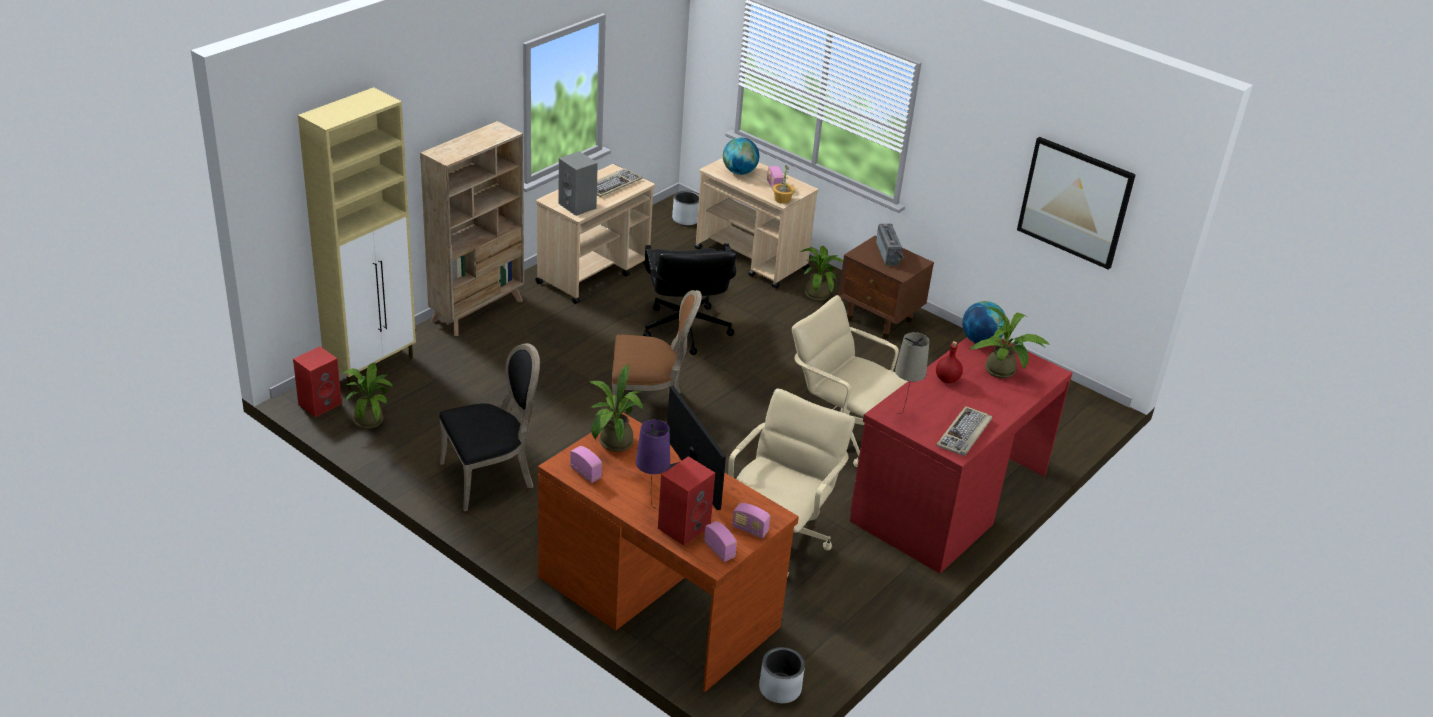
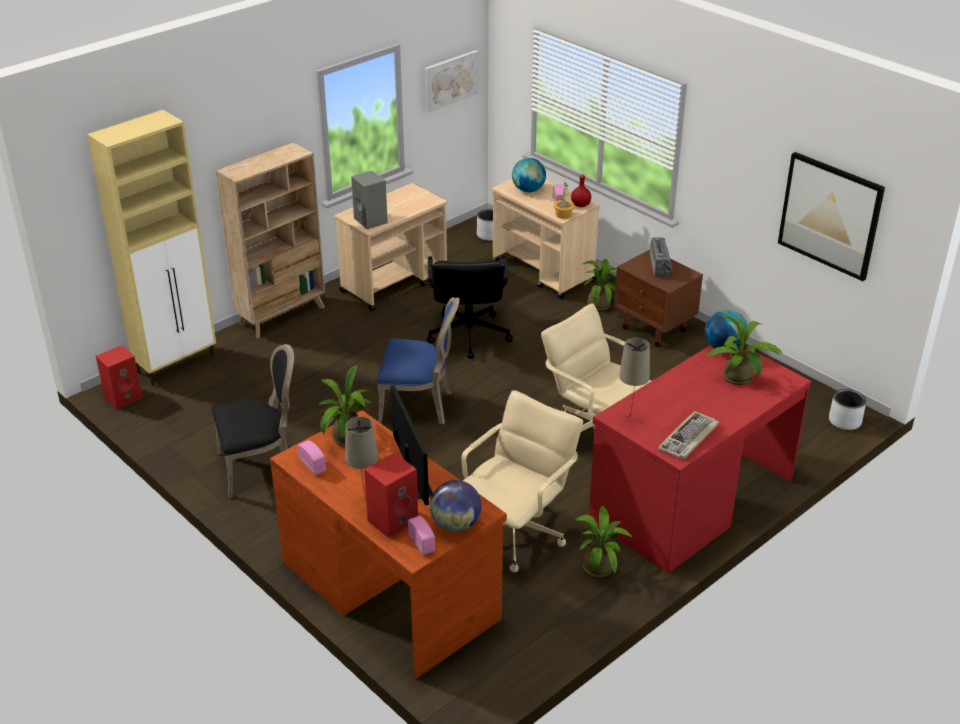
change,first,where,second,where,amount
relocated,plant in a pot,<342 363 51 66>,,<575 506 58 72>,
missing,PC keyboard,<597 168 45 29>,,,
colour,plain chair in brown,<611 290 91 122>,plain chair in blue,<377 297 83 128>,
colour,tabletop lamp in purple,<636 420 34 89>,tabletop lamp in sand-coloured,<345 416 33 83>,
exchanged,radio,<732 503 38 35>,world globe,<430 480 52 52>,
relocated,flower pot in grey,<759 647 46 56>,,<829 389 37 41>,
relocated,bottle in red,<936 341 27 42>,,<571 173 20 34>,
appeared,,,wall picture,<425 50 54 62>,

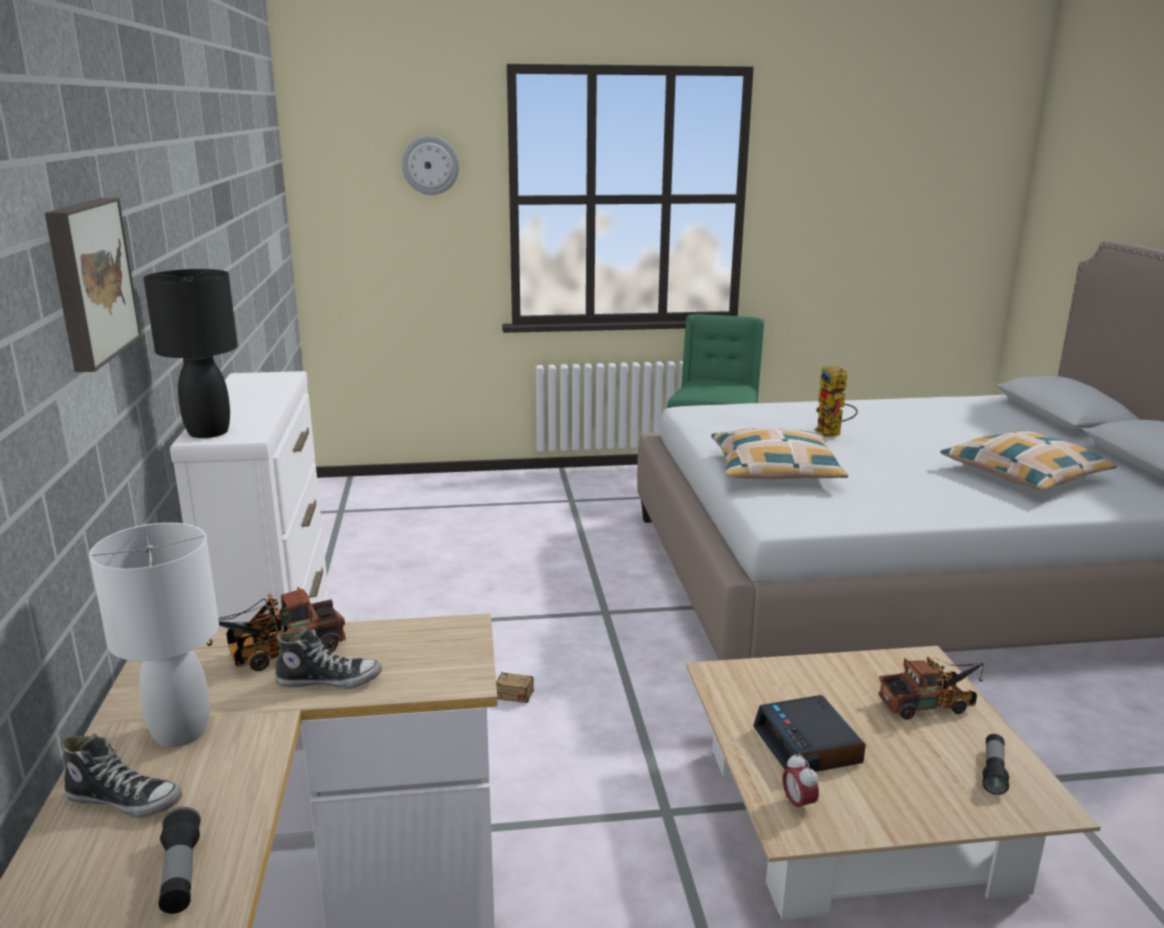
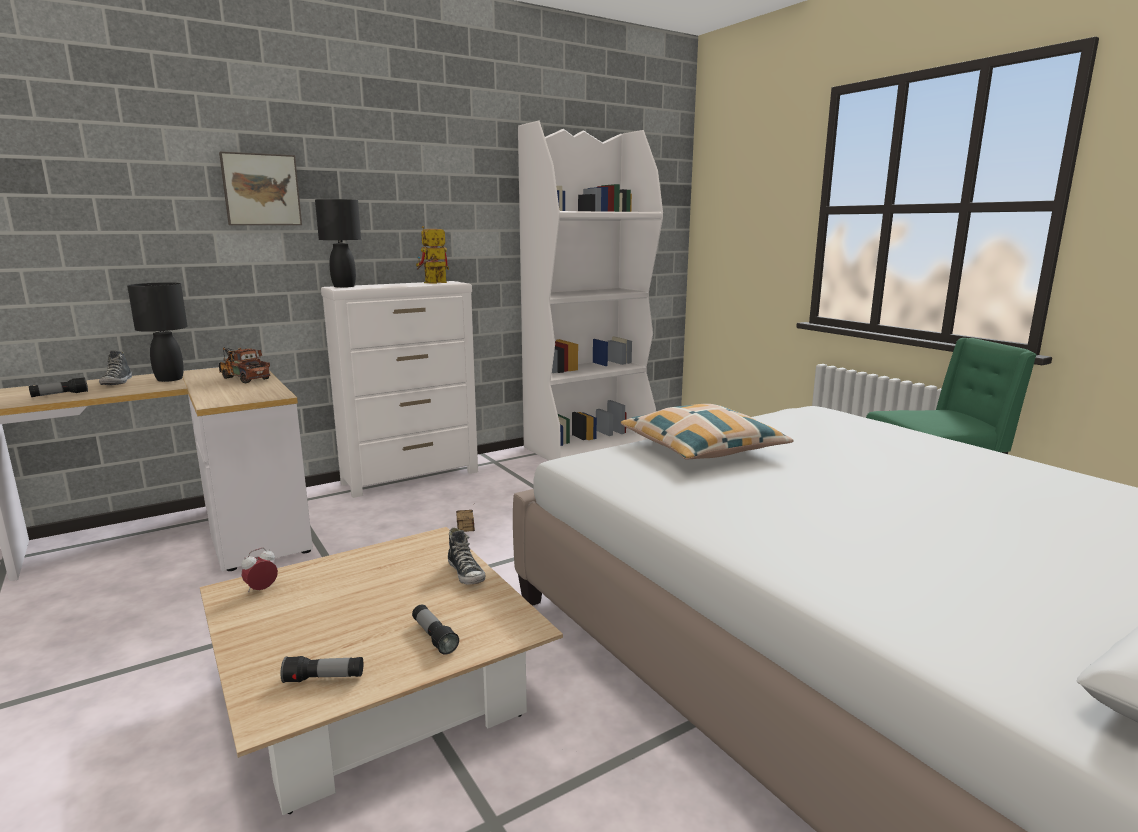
change,first,where,second,where,amount
colour,tabletop lamp in white-coloured,<89 523 130 224>,tabletop lamp in black-coloured,<127 282 61 100>,
relocated,item of footwear,<275 626 107 63>,,<448 528 37 56>,
missing,clock on the wall,<402 136 57 59>,,,
missing,alarm clock,<753 695 113 77>,,,
relocated,toy robot,<814 366 44 71>,,<416 226 33 58>,
exchanged,toy lorry,<879 657 105 63>,flashlight,<412 605 47 50>,
missing,cushion,<940 430 177 60>,,,
appeared,,,shelving unit in white-coloured,<518 121 145 340>,

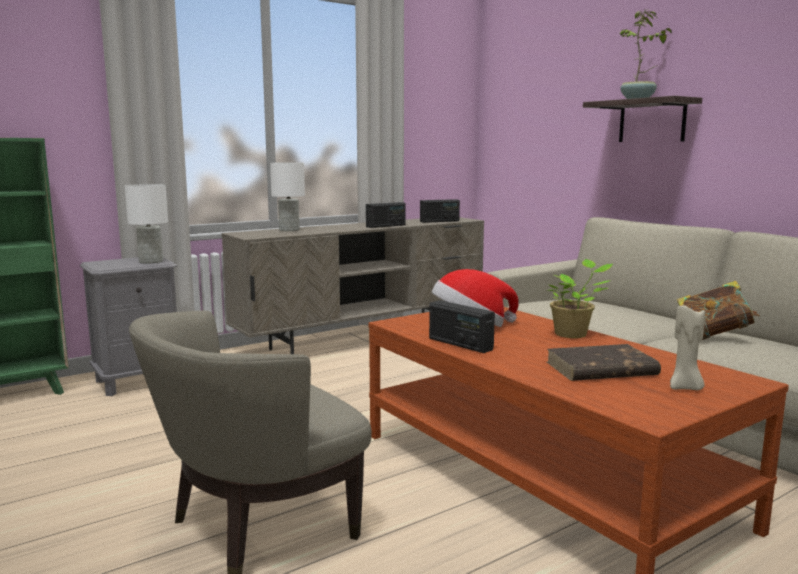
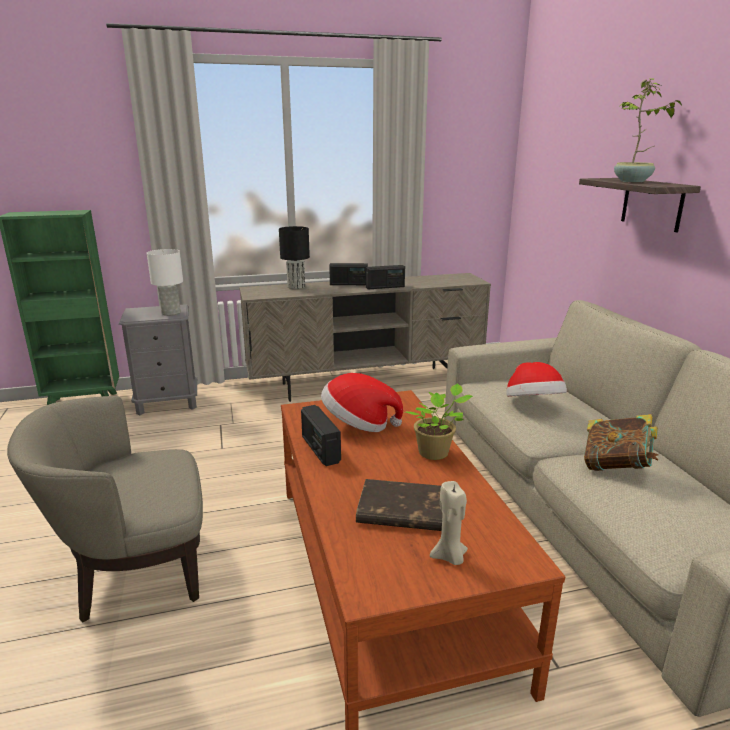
change,first,where,second,where,amount
colour,tabletop lamp in white-coloured,<270 162 35 69>,tabletop lamp in black-coloured,<279 226 31 63>,
relocated,radio,<420 199 40 24>,,<329 263 39 22>,
appeared,,,wearable hat,<506 362 61 35>,

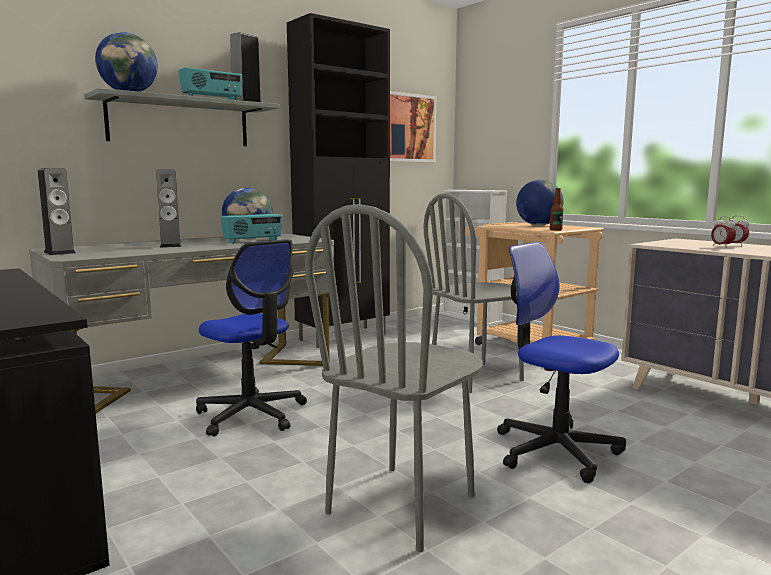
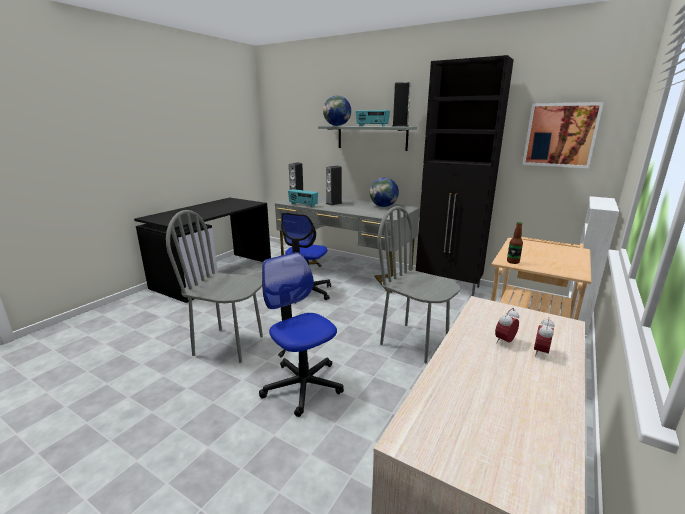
change,first,where,second,where,amount
relocated,radio,<220 214 63 30>,,<288 189 30 18>,
spun,office chair,<497 242 129 241>,,<259 252 85 165>,60 degrees counterclockwise
missing,world globe,<516 179 47 47>,,,

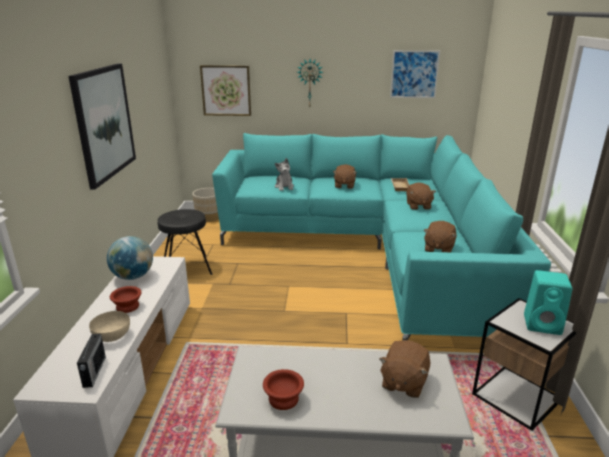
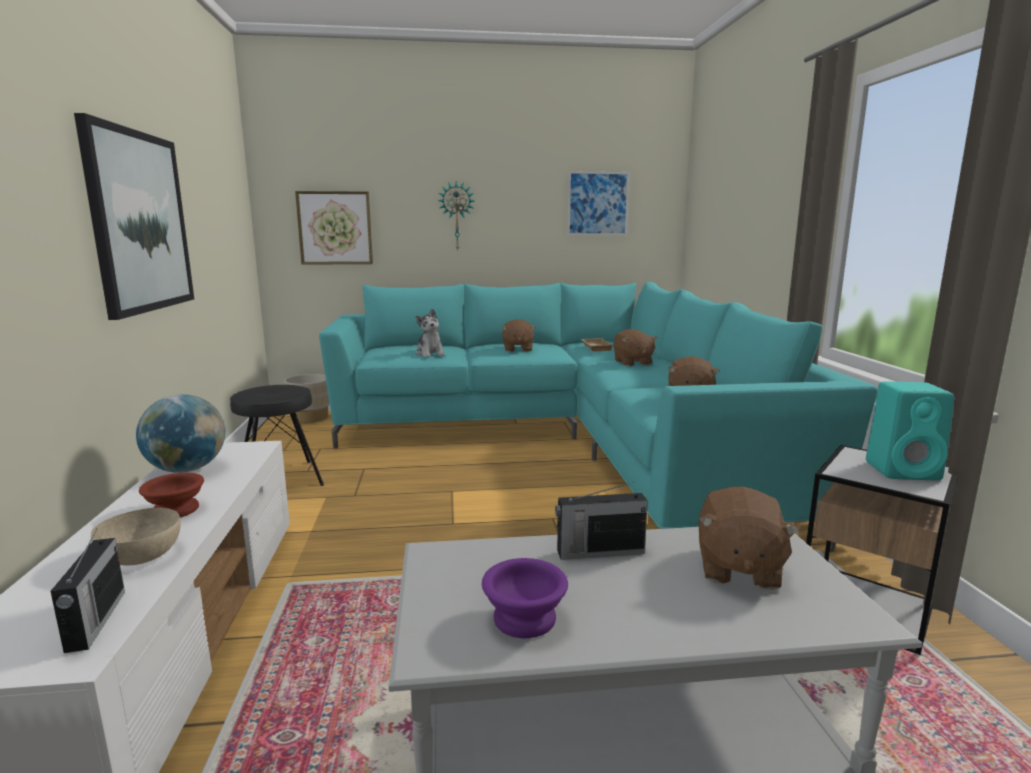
change,first,where,second,where,amount
colour,deep dish in brown,<263 369 41 41>,deep dish in purple,<482 558 86 80>,
appeared,,,radio,<555 482 93 78>,

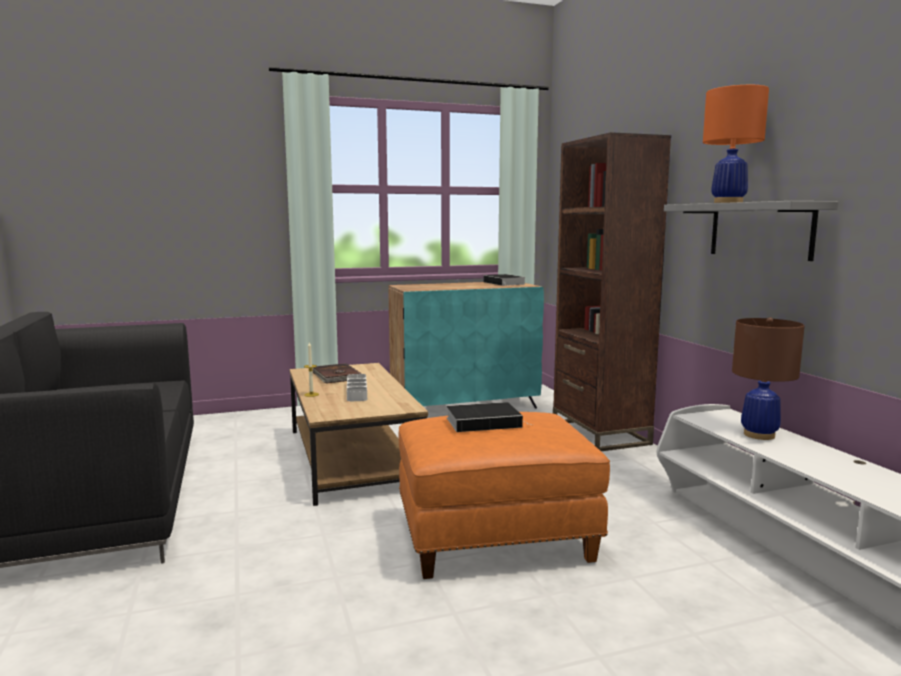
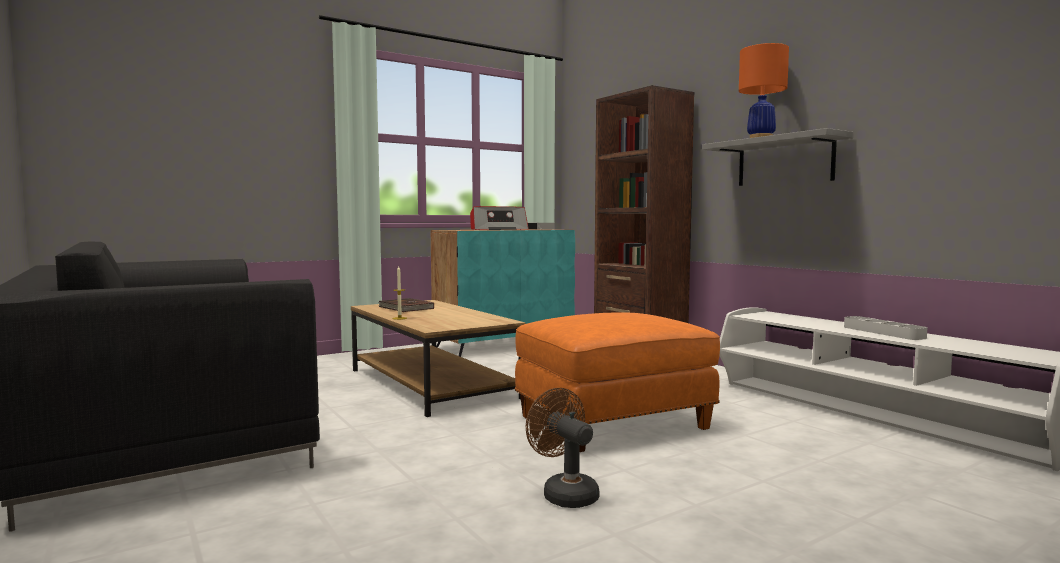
change,first,where,second,where,amount
relocated,tray in grey,<347 374 20 27>,,<844 316 83 24>,
missing,volume,<447 402 86 30>,,,
missing,tabletop lamp in brown,<732 317 73 123>,,,
appeared,,,radio,<470 206 59 24>,
appeared,,,electric fan in brown,<526 388 73 120>,

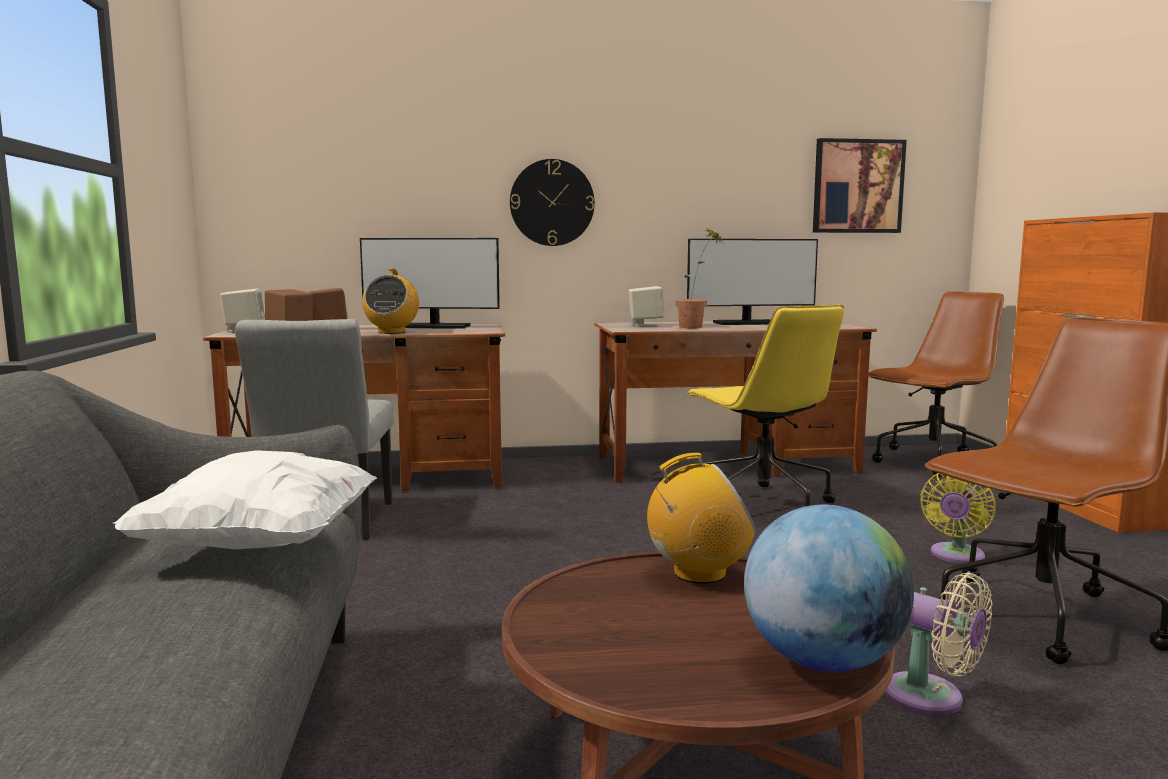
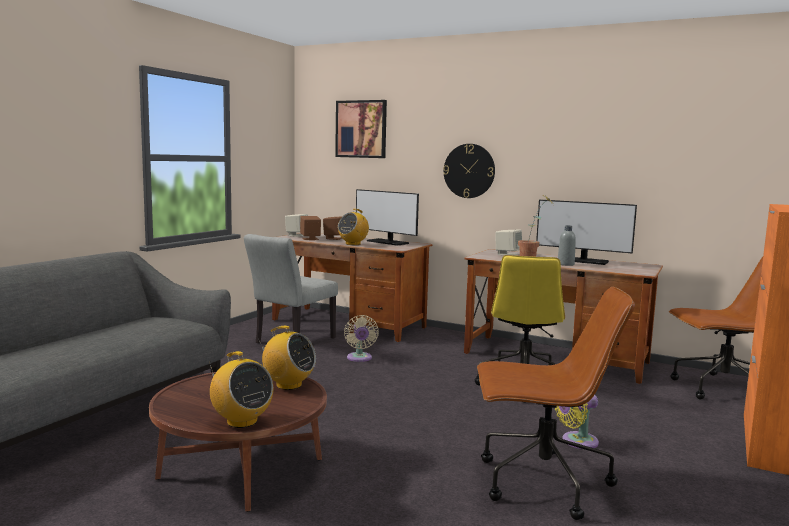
change,first,where,second,where,amount
missing,cushion in white-coloured,<113 450 264 99>,,,
exchanged,world globe,<744 504 170 168>,radio,<209 351 64 77>,
relocated,wall picture,<813 138 94 95>,,<335 100 52 58>,
relocated,electric fan in sand-coloured,<885 572 107 143>,,<344 315 35 47>,
appeared,,,bottle in grey,<558 225 18 41>,

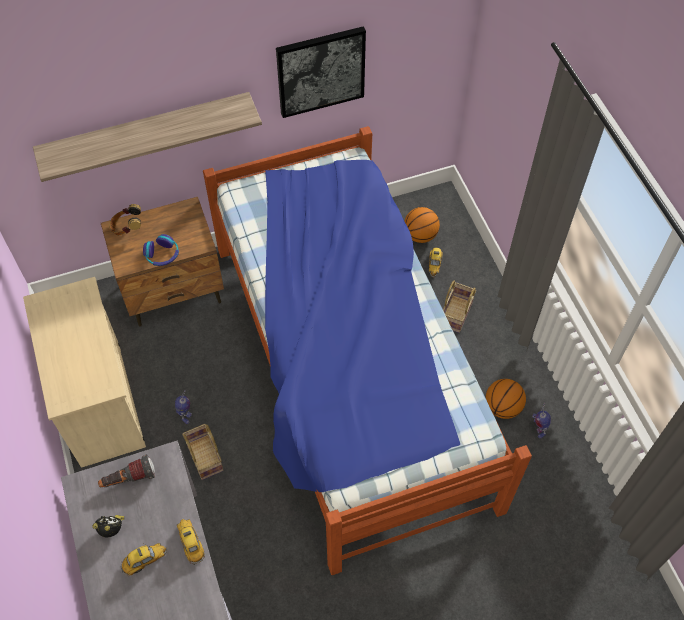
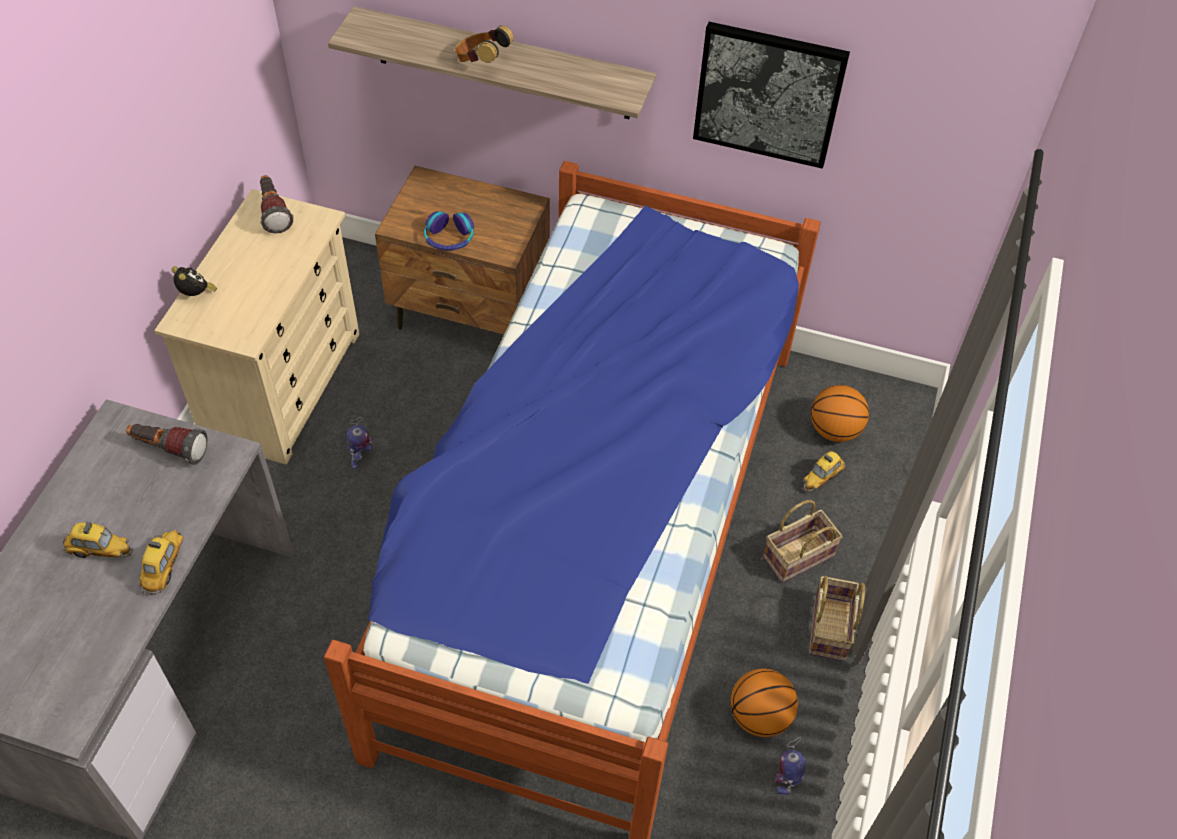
change,first,where,second,where,amount
relocated,alarm clock,<92 515 32 23>,,<171 266 46 30>,
relocated,headphones,<109 204 32 31>,,<455 25 59 38>,
relocated,basket,<182 424 42 56>,,<809 576 56 85>,
appeared,,,flashlight,<260 175 34 59>,

